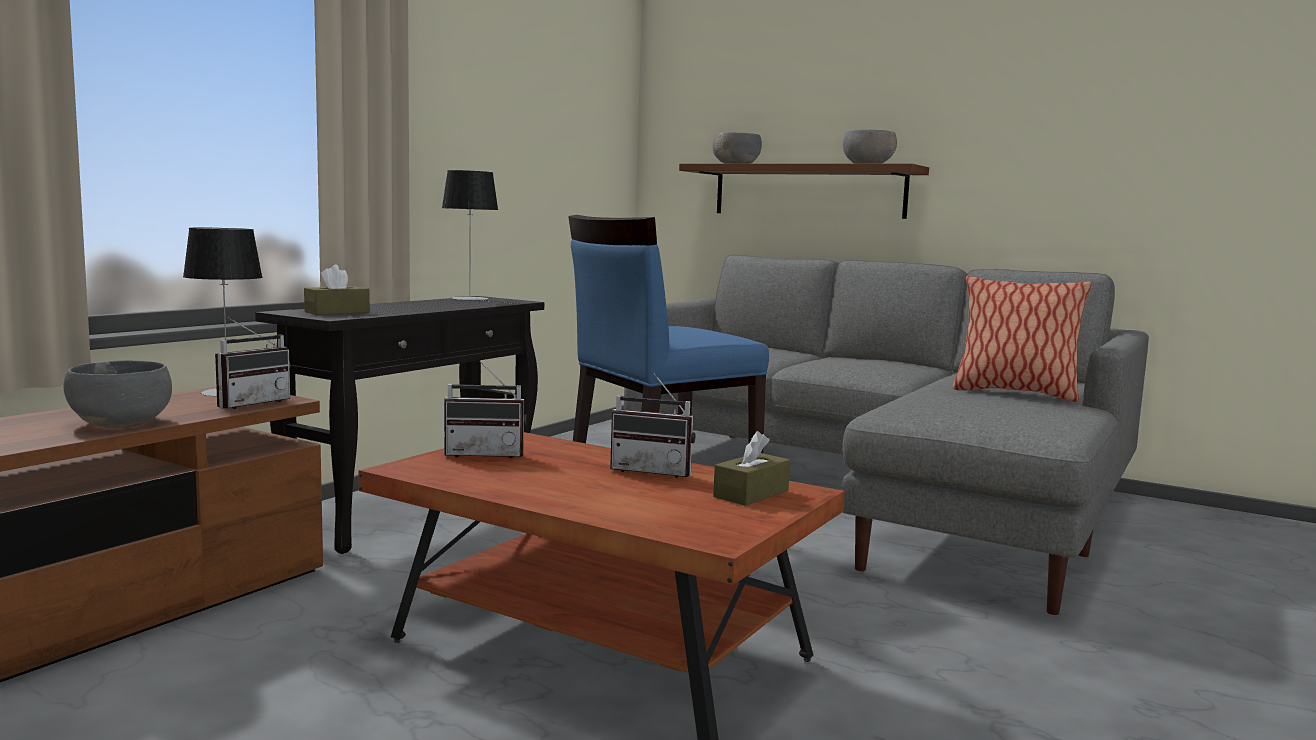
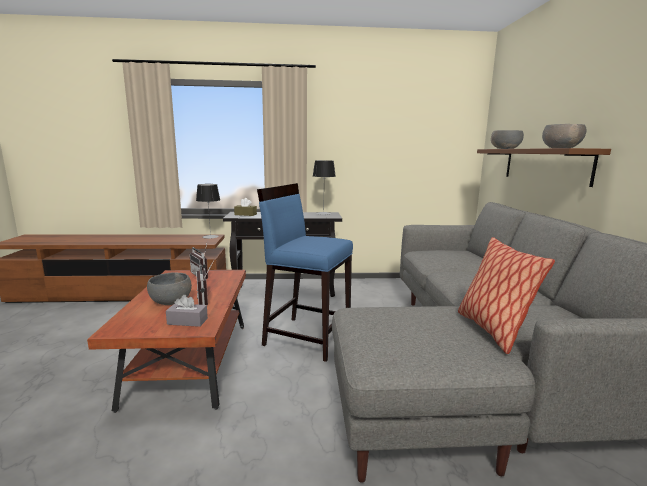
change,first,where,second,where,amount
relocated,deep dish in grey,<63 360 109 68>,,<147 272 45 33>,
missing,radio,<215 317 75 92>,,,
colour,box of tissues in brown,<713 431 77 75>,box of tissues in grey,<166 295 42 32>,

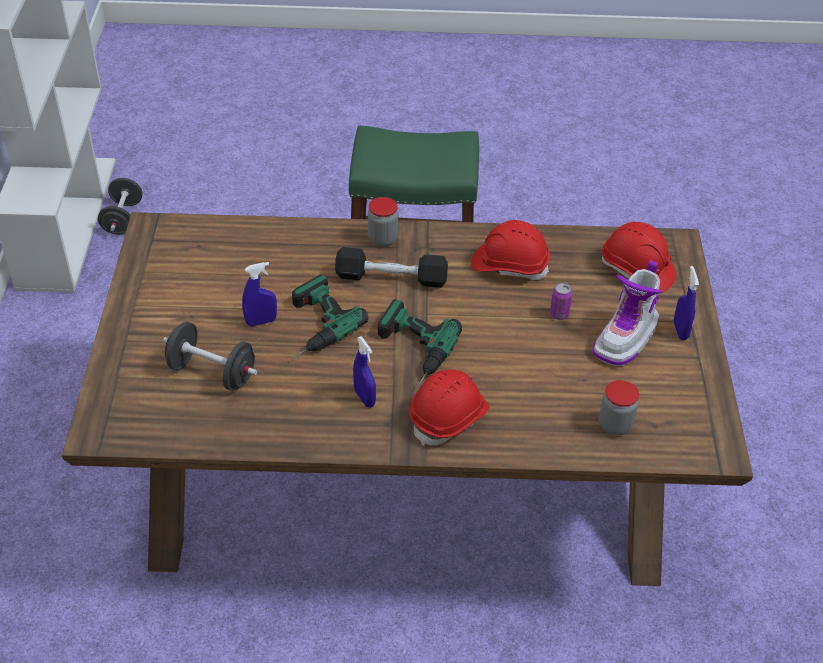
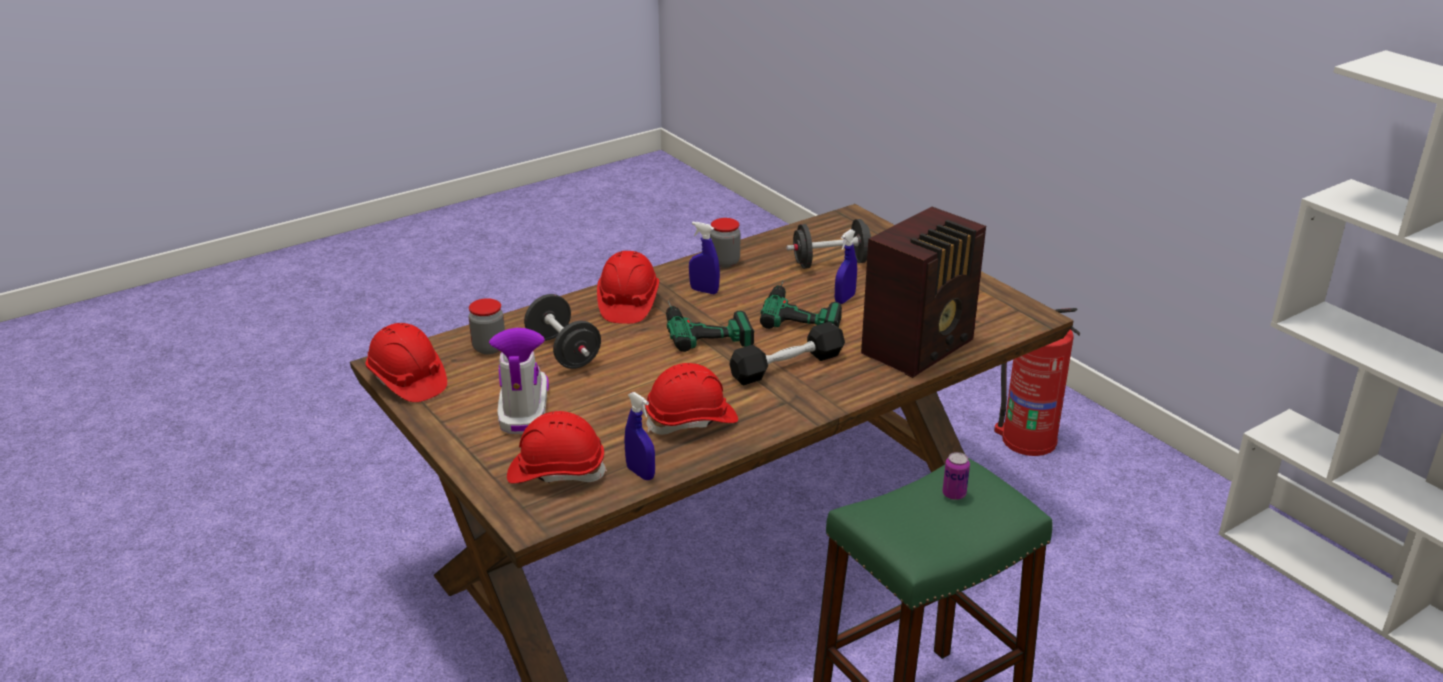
change,first,where,second,where,amount
relocated,hand weight in black-coloured,<98 178 45 57>,,<524 294 77 75>,
relocated,preserve jar,<368 197 30 49>,,<710 218 30 50>,
relocated,metal can,<550 283 23 37>,,<943 452 27 48>,
relocated,spray bottle in blue,<674 266 25 74>,,<625 392 30 88>,
appeared,,,work helmet in red,<366 323 81 79>,
appeared,,,radio,<861 207 125 171>,
appeared,,,fire-fighting cylinder,<994 308 86 148>,

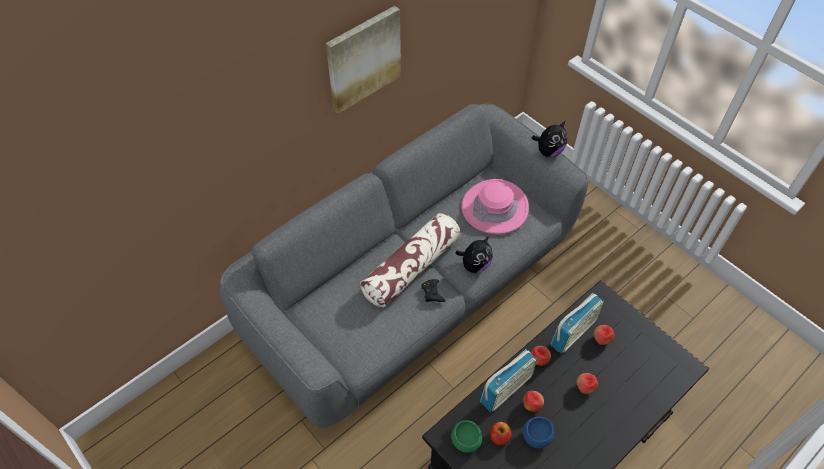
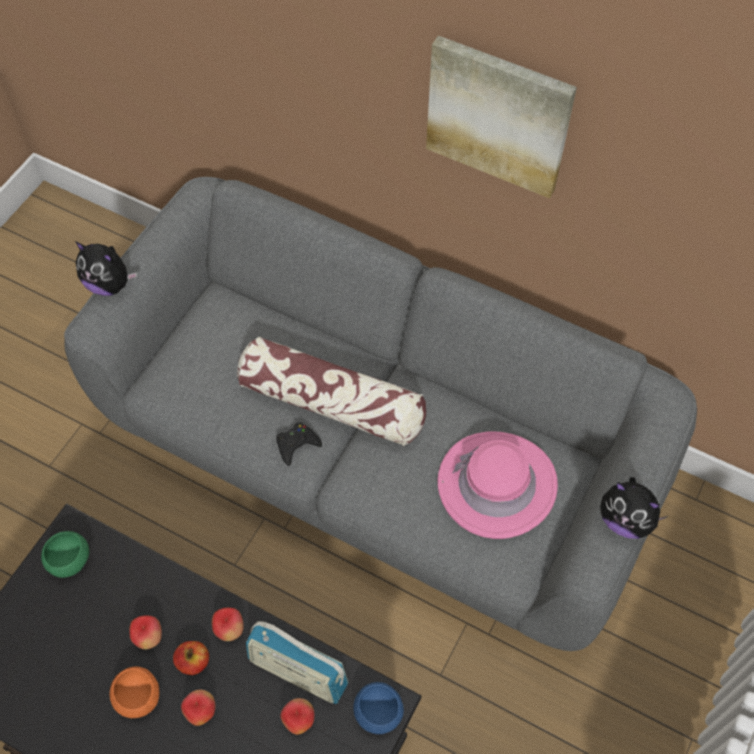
change,first,where,second,where,amount
relocated,plush toy,<455 237 38 36>,,<75 241 62 55>,
missing,radio,<480 349 57 63>,,,
relocated,apple fruit,<490 422 22 24>,,<173 641 36 34>,
relocated,deep dish in blue,<523 417 32 32>,,<353 682 51 52>,
appeared,,,deep dish in orange-coloured,<110 667 49 51>,

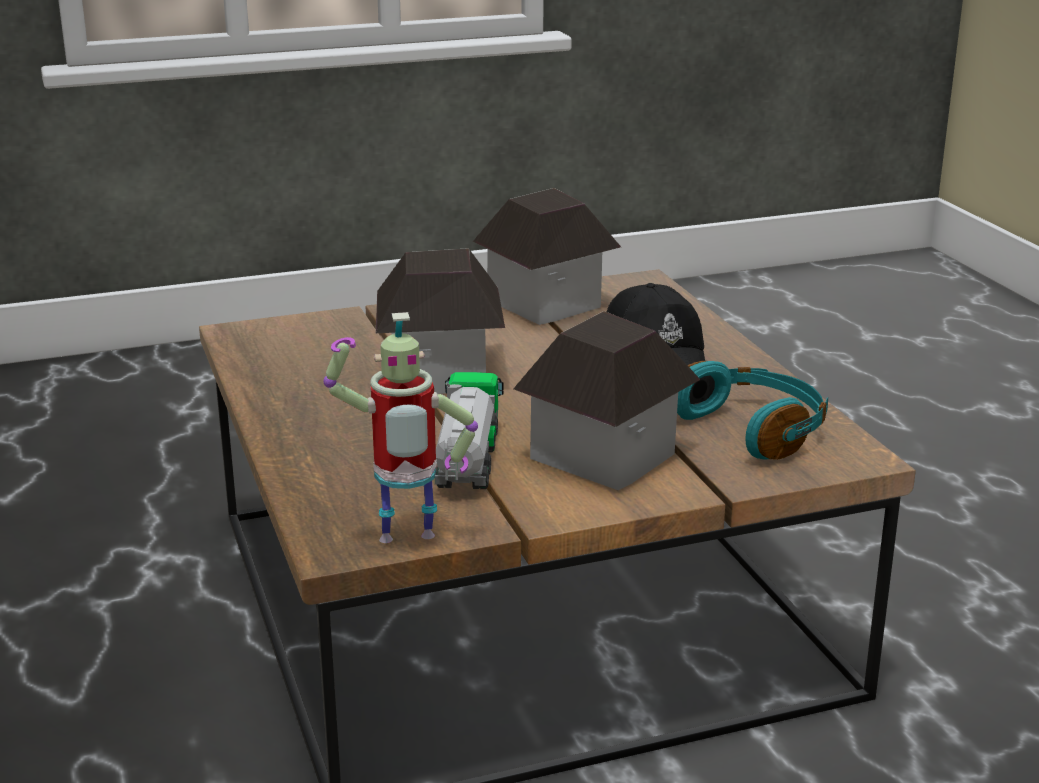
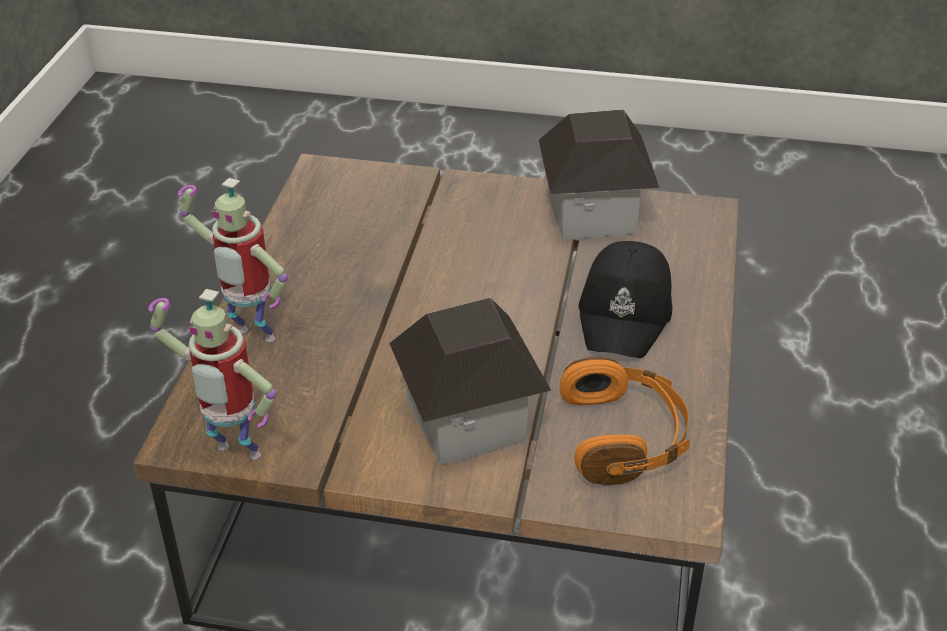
change,first,where,second,where,amount
missing,model house,<376 248 129 146>,,,
missing,toy lorry,<435 372 69 117>,,,
colour,headphones in turquoise,<677 361 151 99>,headphones in orange-coloured,<560 357 130 128>,
appeared,,,toy robot,<178 178 110 164>,

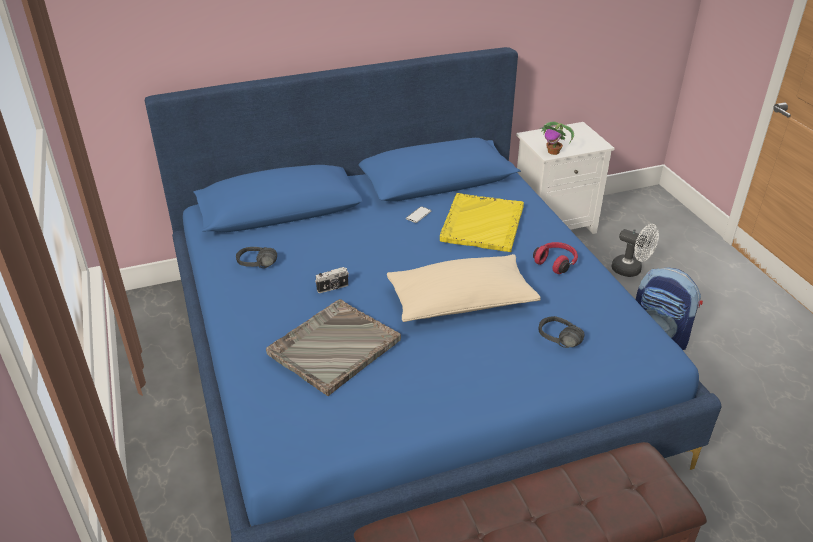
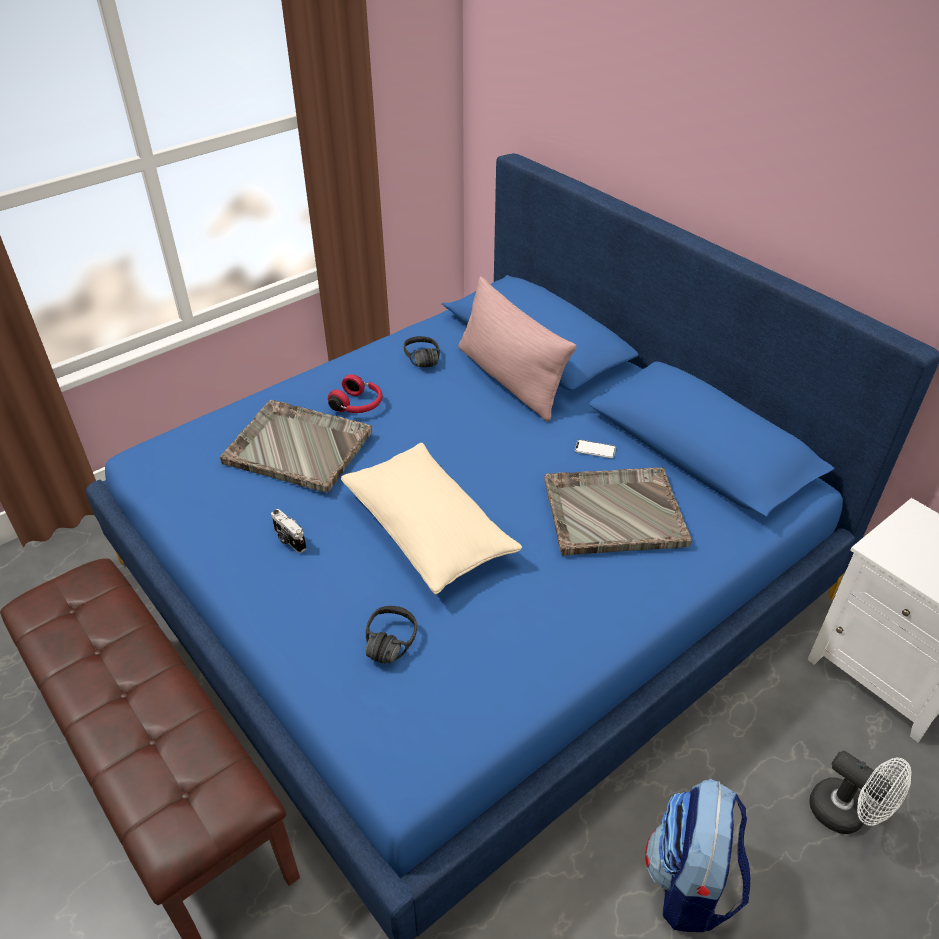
change,first,where,second,where,amount
relocated,photo camera,<315 267 34 26>,,<271 509 36 44>,
colour,tray in yellow-coloured,<440 193 84 59>,tray in grey,<544 468 148 88>,
relocated,headphones in red,<533 242 45 32>,,<328 374 54 39>,
missing,plant in a pot,<539 121 35 34>,,,
spun,electric fan in white-coloured,<612 224 47 53>,,<809 751 102 83>,60 degrees counterclockwise
appeared,,,cushion in pinkish,<458 276 118 145>,

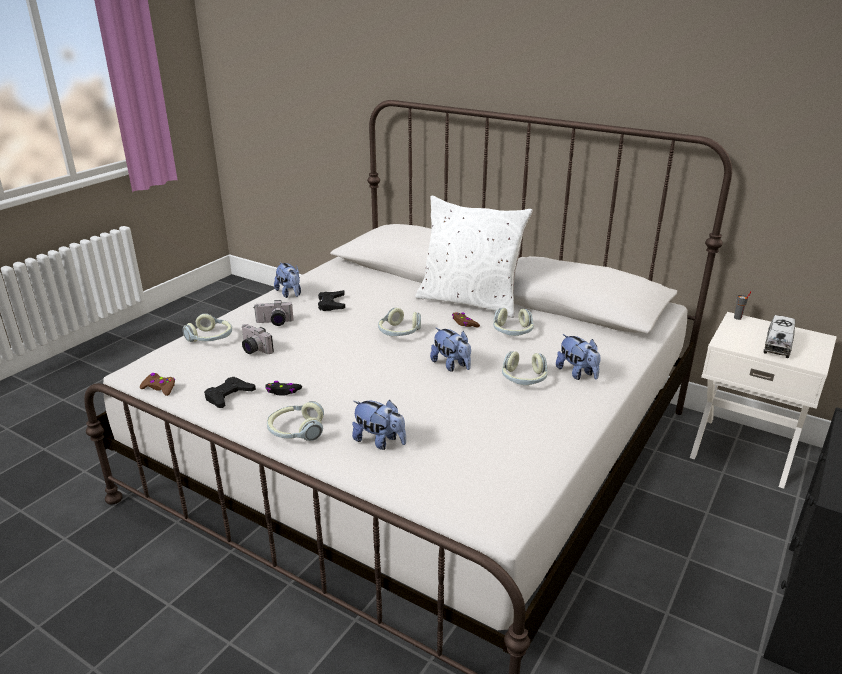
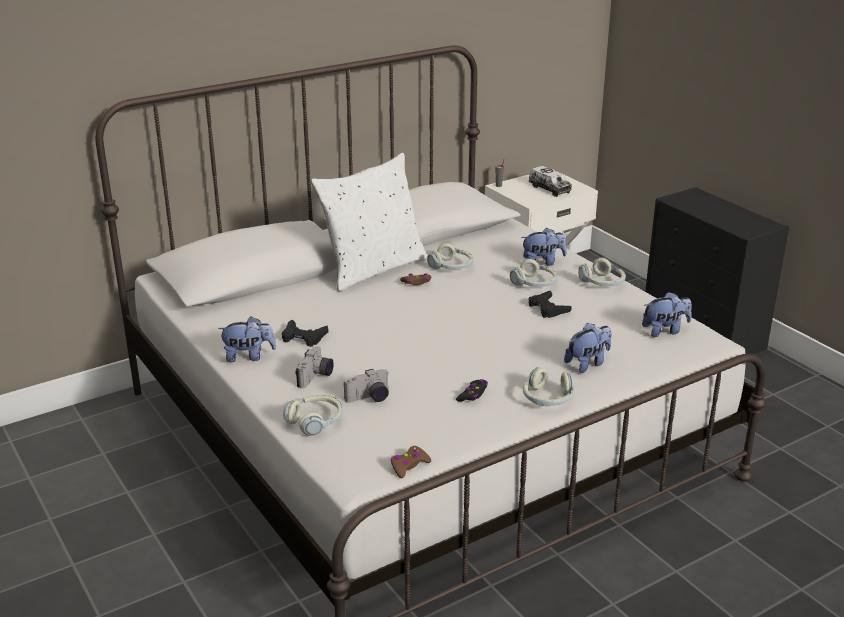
change,first,where,second,where,amount
relocated,joypad in black-coloured,<204 377 52 31>,,<528 291 44 27>,
relocated,headphones,<378 307 43 29>,,<578 258 48 28>,
relocated,plush toy,<430 328 41 44>,,<642 292 50 45>,

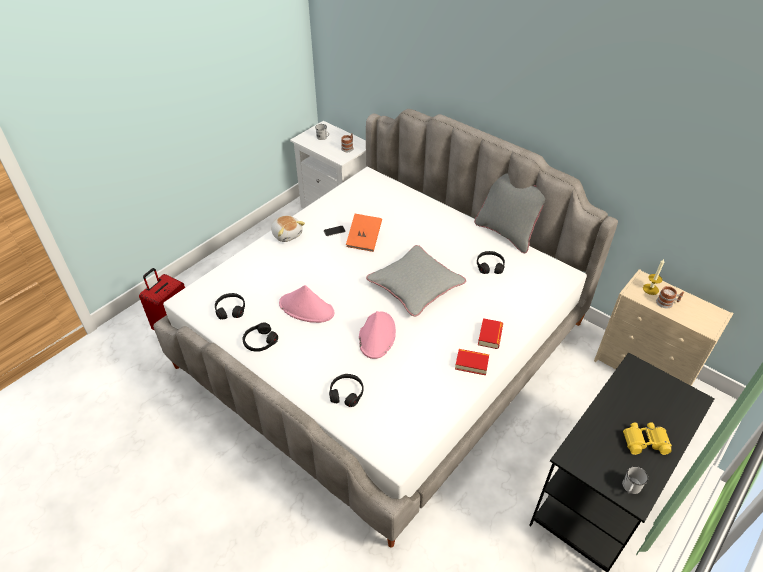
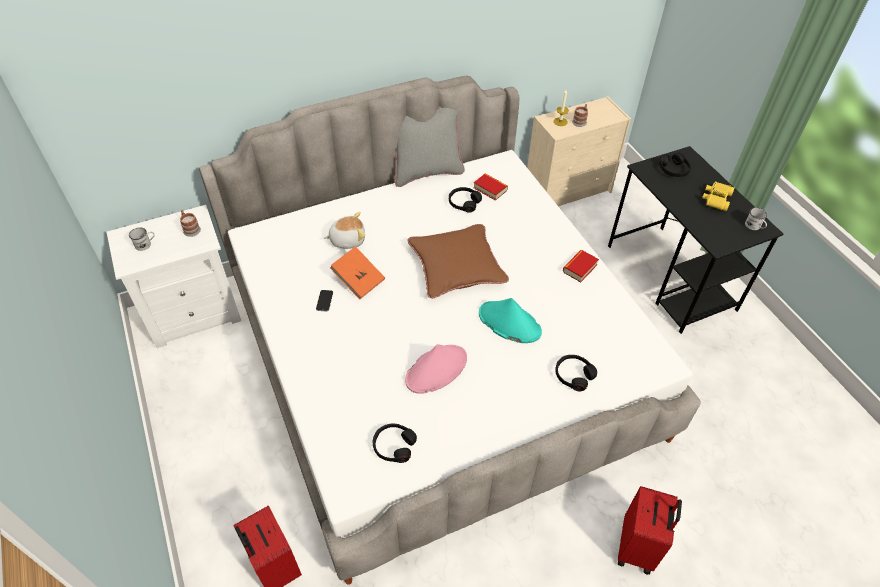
change,first,where,second,where,amount
relocated,headphones in black-coloured,<242 322 36 30>,,<659 153 32 24>,
relocated,plush toy,<271 215 34 27>,,<324 212 41 37>,
colour,wearable hat in pinkish,<359 311 37 48>,wearable hat in turquoise,<479 298 63 45>,
colour,cushion in grey,<366 245 100 71>,cushion in brown,<407 224 102 74>,
relocated,volume,<478 318 25 31>,,<474 174 34 27>,
appeared,,,suitcase in red,<618 486 64 89>,

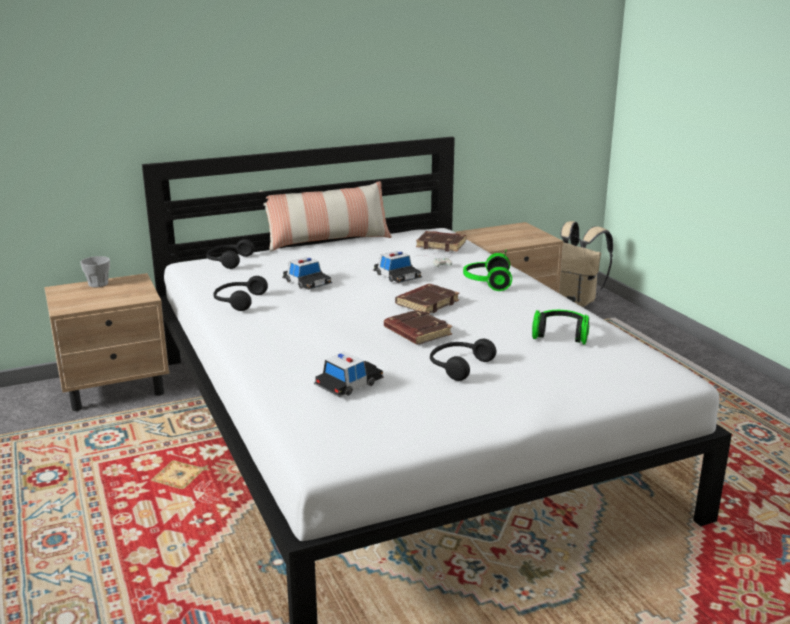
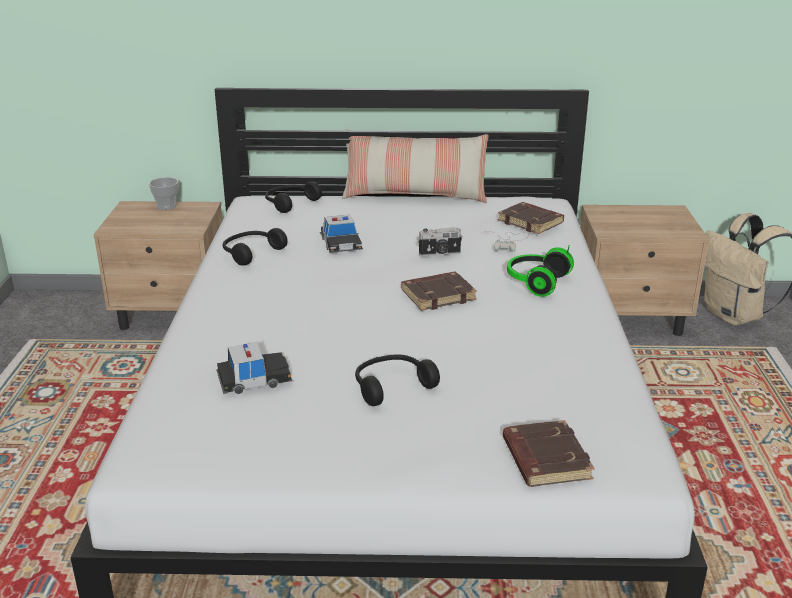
change,first,where,second,where,amount
exchanged,model car,<373 251 49 32>,photo camera,<418 227 45 29>,
relocated,volume in brown,<384 309 68 36>,,<503 420 92 67>,
missing,headphones,<532 310 57 35>,,,

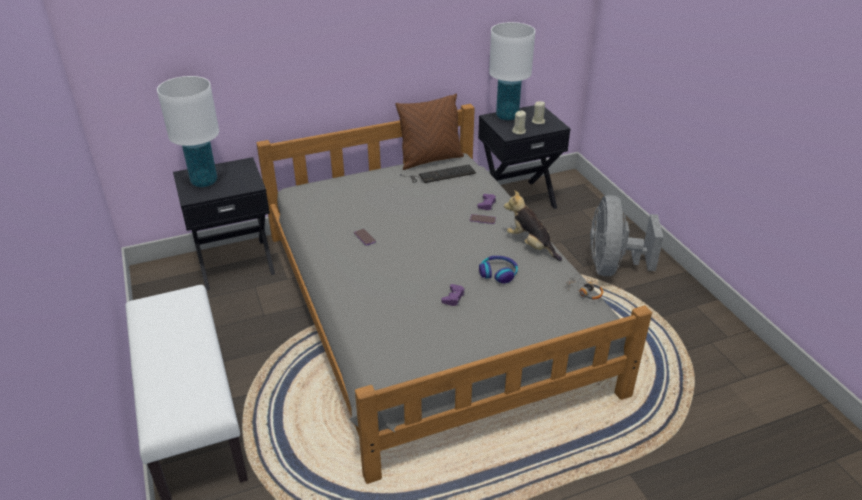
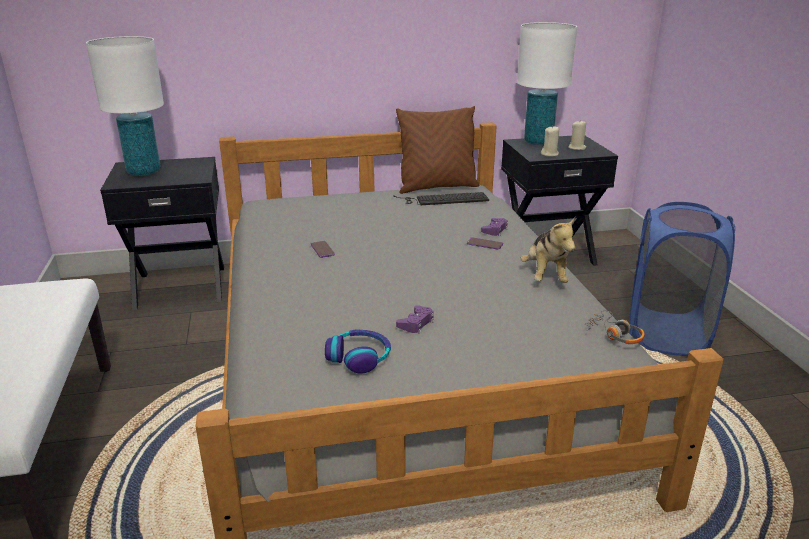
change,first,where,second,where,amount
relocated,headphones,<479 256 39 28>,,<325 329 66 45>,
spun,plush toy,<504 190 58 71>,,<521 217 55 66>,150 degrees counterclockwise
exchanged,electric fan in grey,<590 195 73 81>,laundry basket in blue,<630 202 105 154>,

